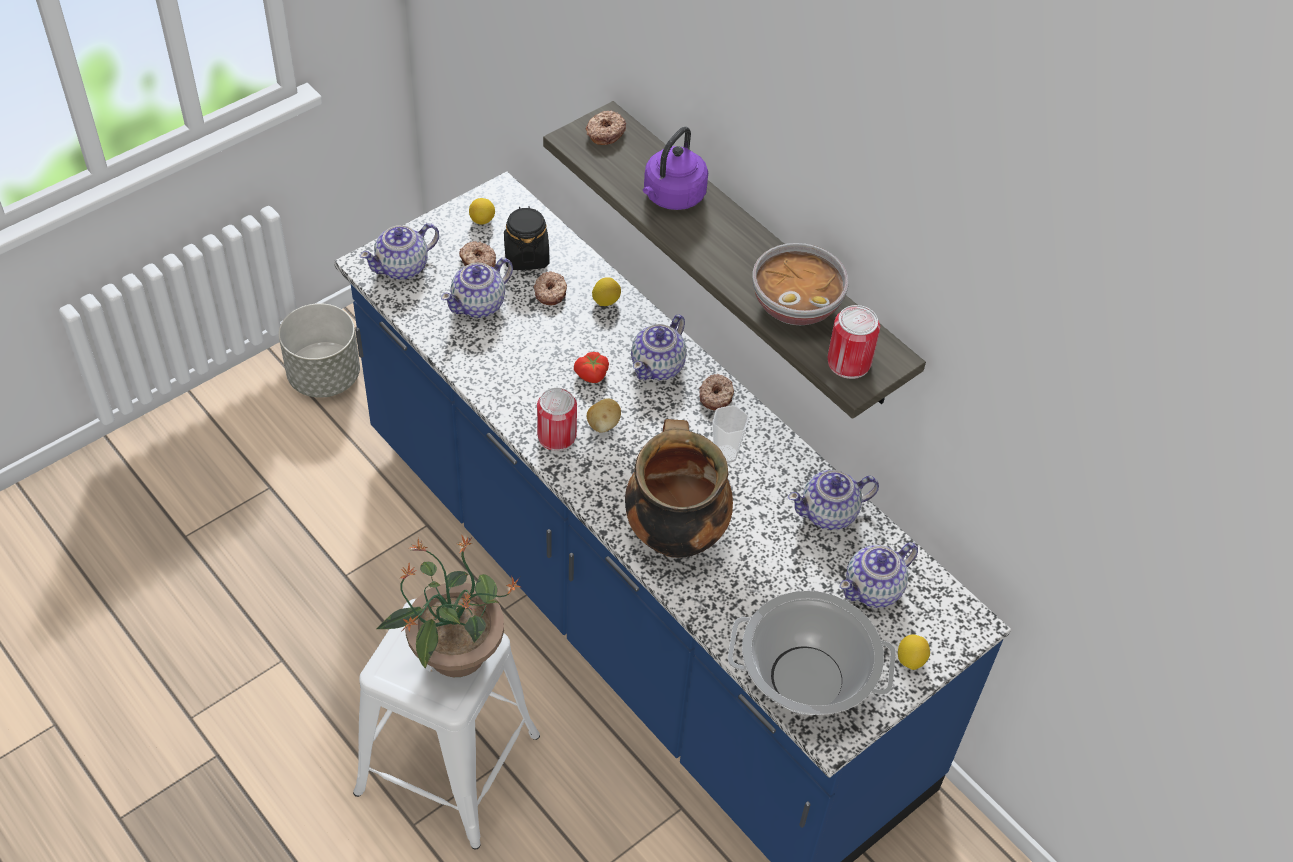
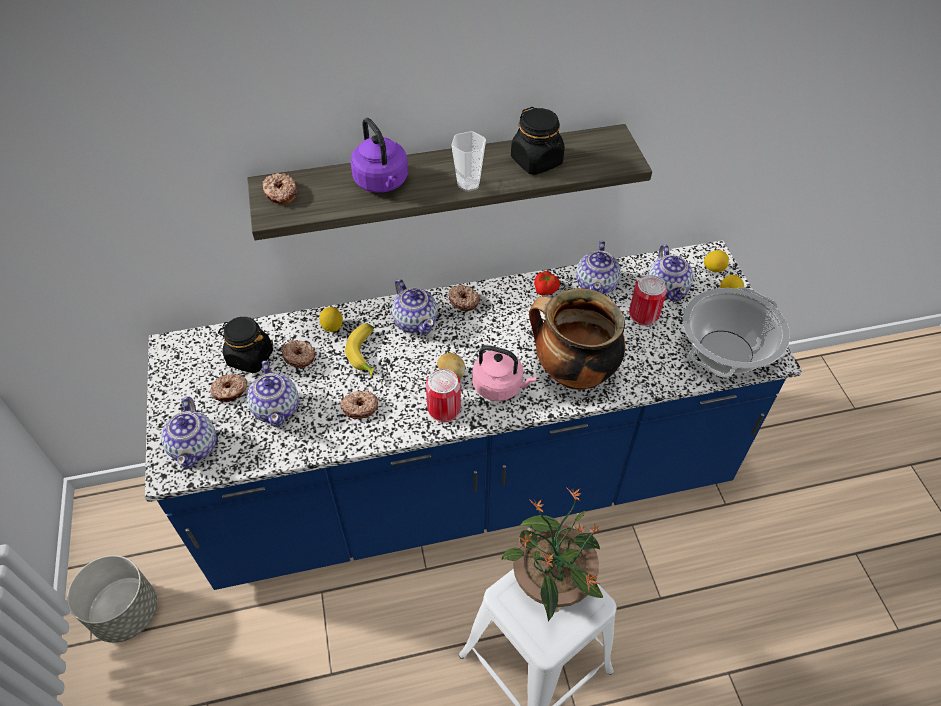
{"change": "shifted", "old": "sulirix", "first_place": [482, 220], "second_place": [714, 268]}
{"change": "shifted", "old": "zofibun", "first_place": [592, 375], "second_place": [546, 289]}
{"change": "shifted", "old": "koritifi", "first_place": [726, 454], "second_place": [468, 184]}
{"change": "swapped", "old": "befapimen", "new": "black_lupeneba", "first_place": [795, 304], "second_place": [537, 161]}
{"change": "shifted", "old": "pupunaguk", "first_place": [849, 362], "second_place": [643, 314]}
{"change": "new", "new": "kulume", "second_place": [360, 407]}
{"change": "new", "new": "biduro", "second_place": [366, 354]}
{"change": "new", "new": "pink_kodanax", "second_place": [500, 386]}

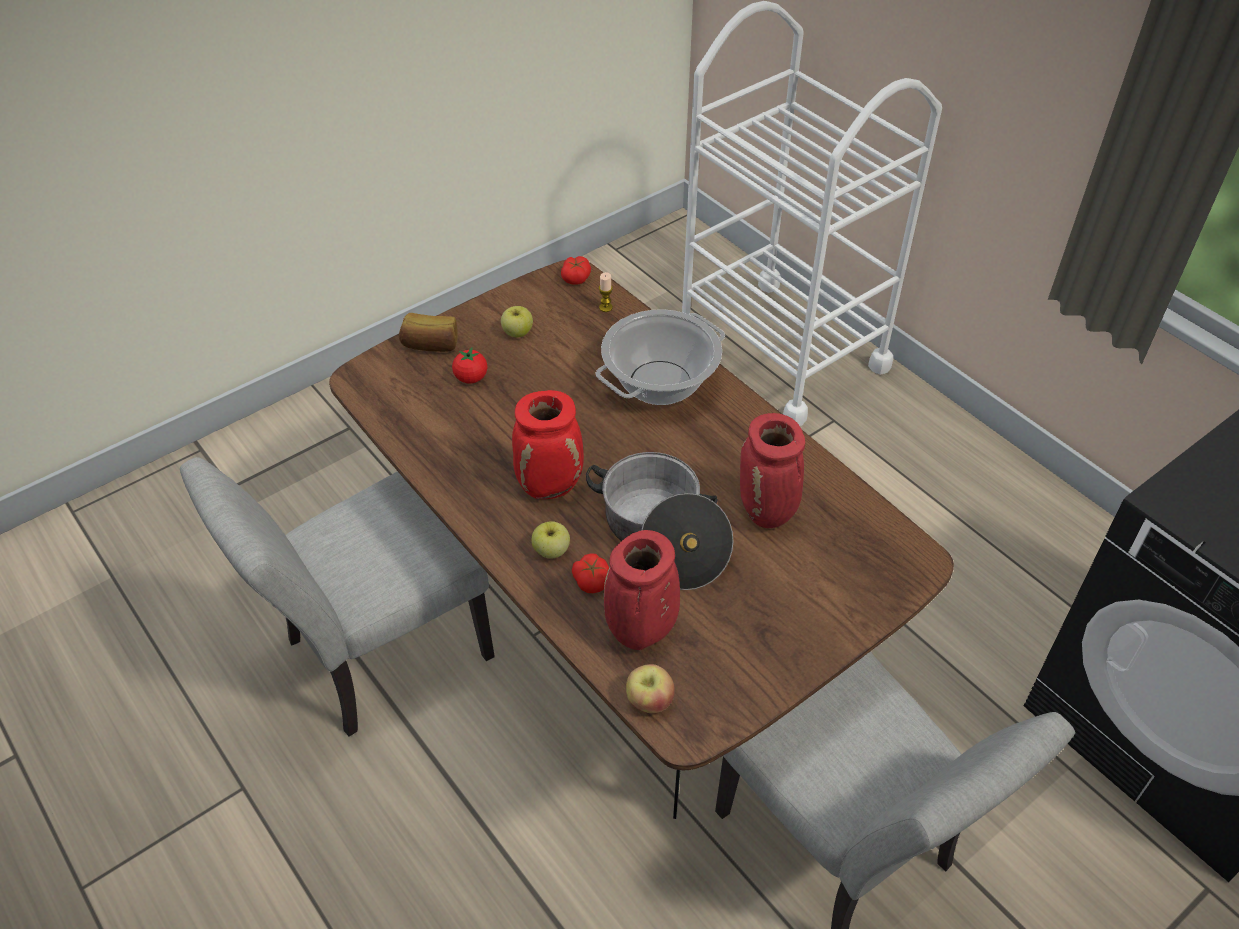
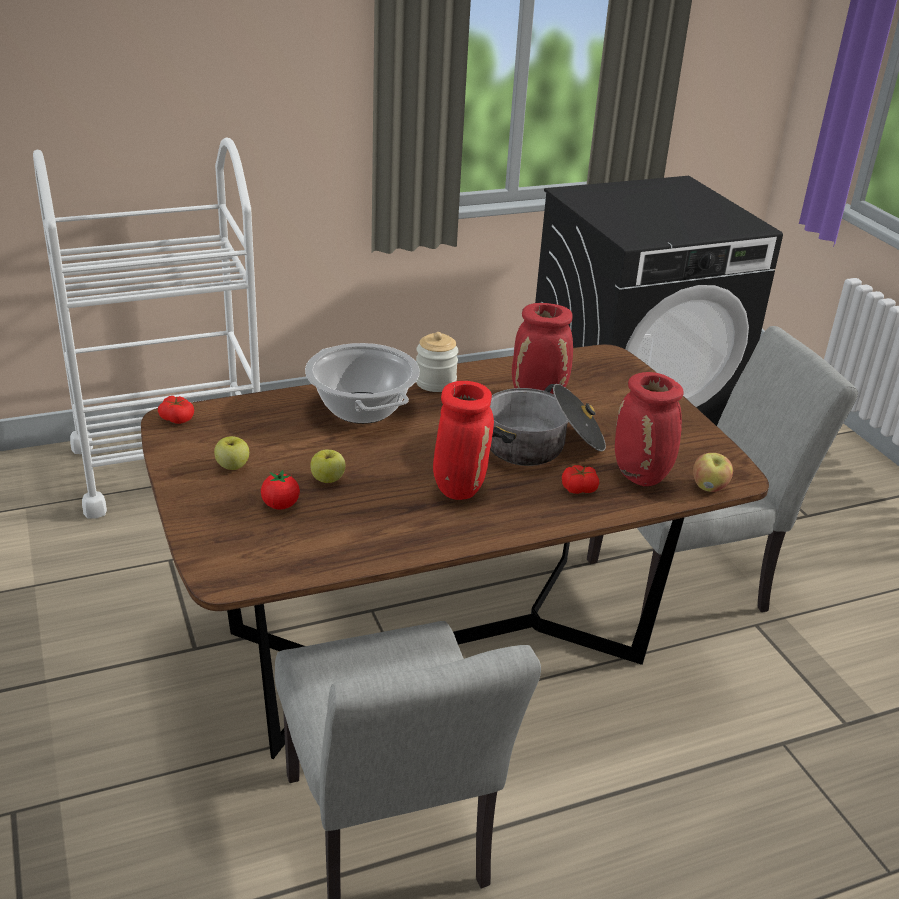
{"change": "gone", "old": "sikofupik", "first_place": [430, 345]}
{"change": "shifted", "old": "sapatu", "first_place": [551, 551], "second_place": [328, 479]}
{"change": "gone", "old": "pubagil", "first_place": [605, 307]}
{"change": "new", "new": "lupeneba", "second_place": [435, 382]}

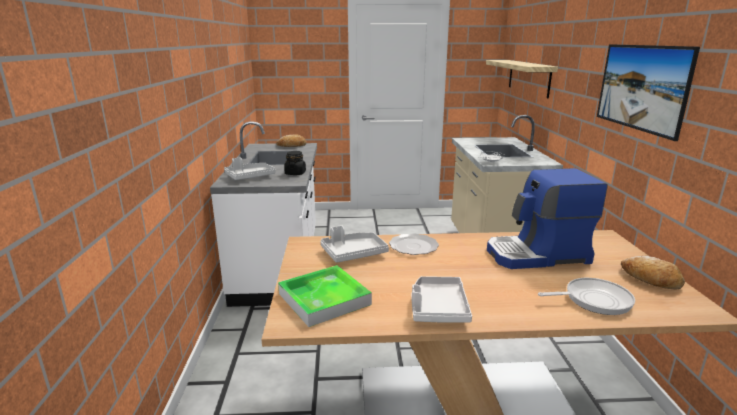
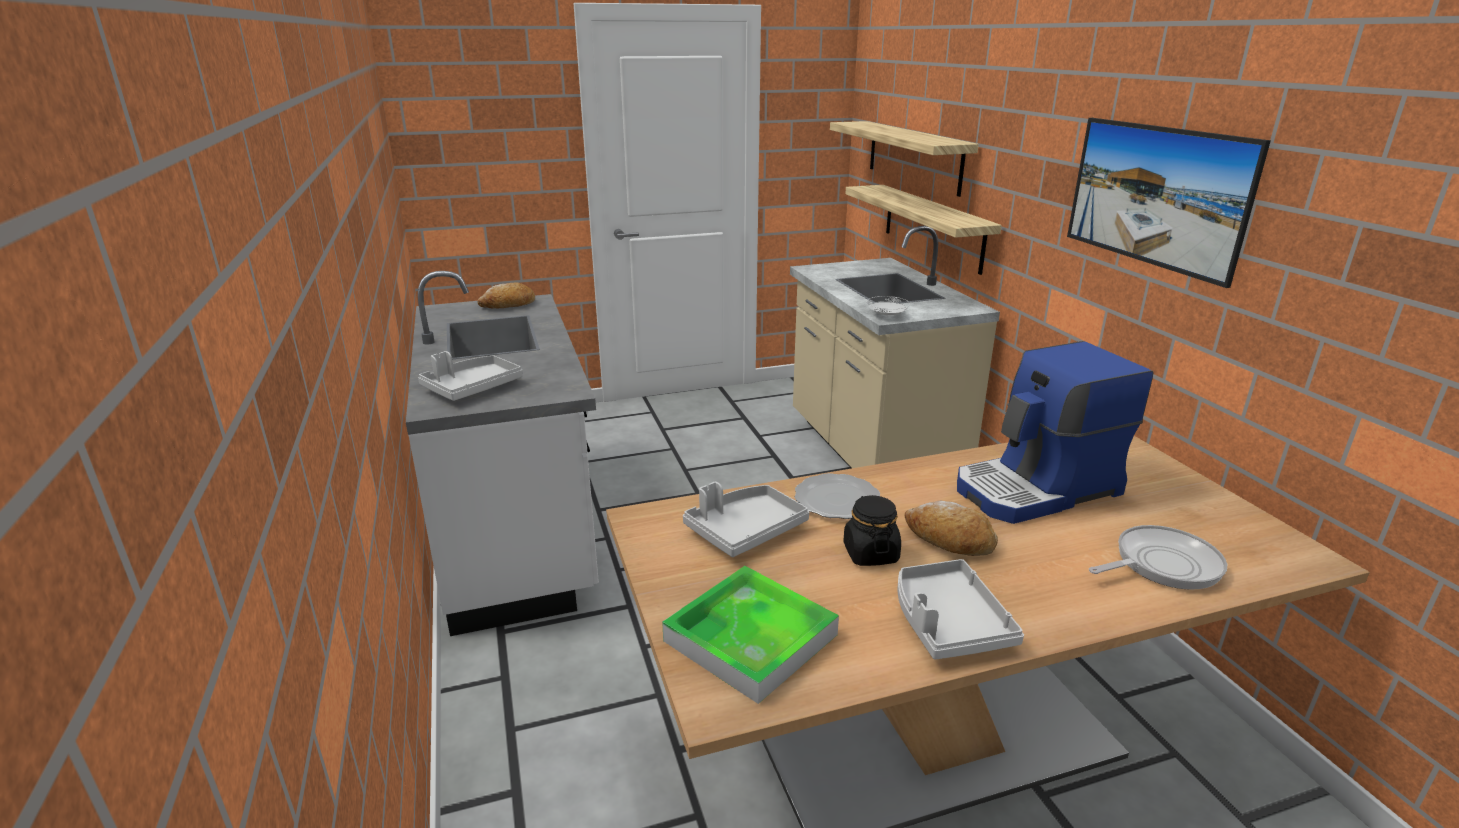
{"change": "shifted", "old": "black_lupeneba", "first_place": [295, 173], "second_place": [870, 553]}
{"change": "shifted", "old": "sikofupik", "first_place": [650, 280], "second_place": [949, 540]}
{"change": "new", "new": "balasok", "second_place": [932, 227]}

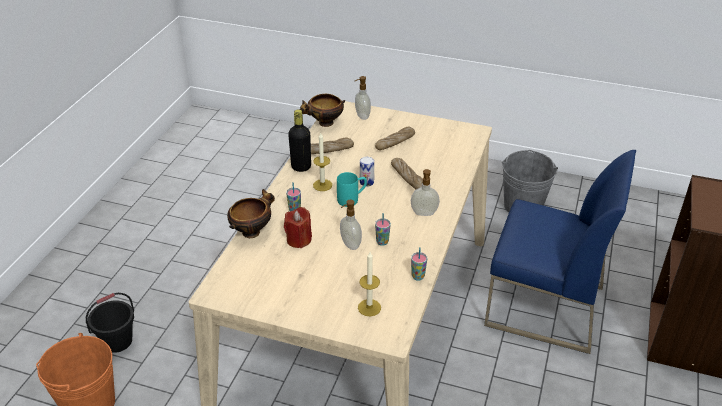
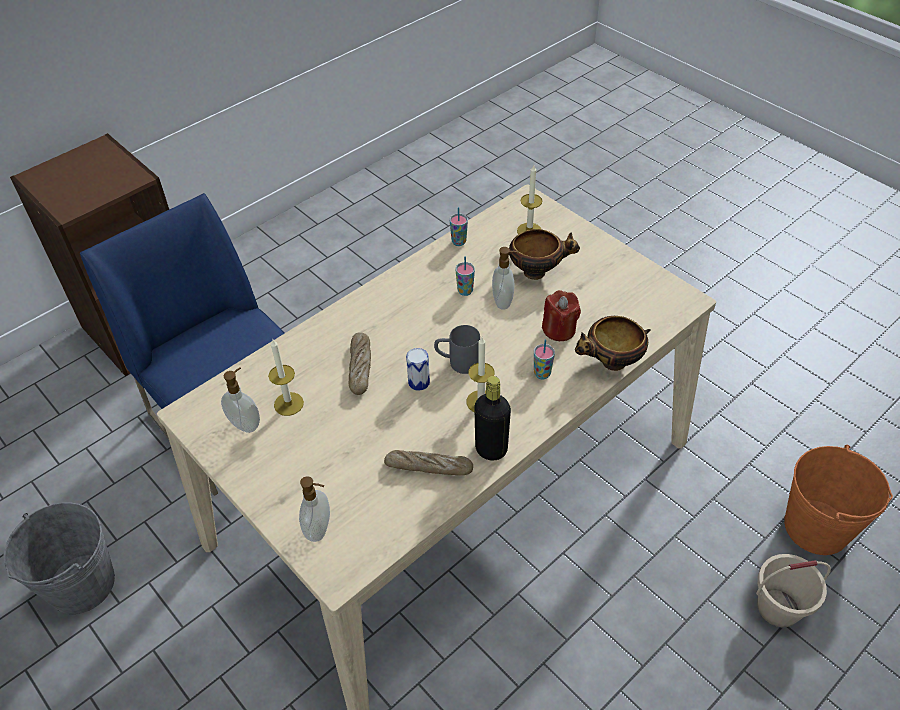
{"change": "repainted", "old": "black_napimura", "new": "beige_napimura", "first_place": [117, 342], "second_place": [778, 607]}
{"change": "shifted", "old": "befapimen", "first_place": [324, 123], "second_place": [537, 272]}
{"change": "repainted", "old": "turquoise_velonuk", "new": "grey_velonuk", "first_place": [352, 199], "second_place": [457, 362]}
{"change": "gone", "old": "sikofupik", "first_place": [395, 142]}
{"change": "shifted", "old": "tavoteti", "first_place": [424, 213], "second_place": [246, 424]}
{"change": "new", "new": "pubagil", "second_place": [288, 404]}

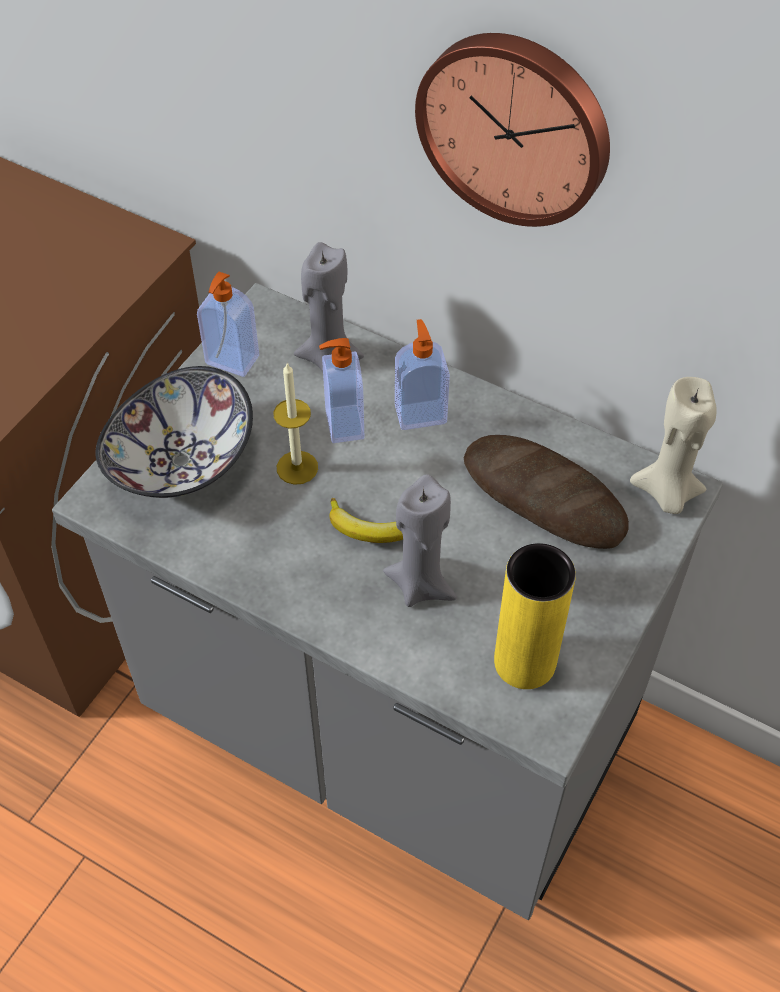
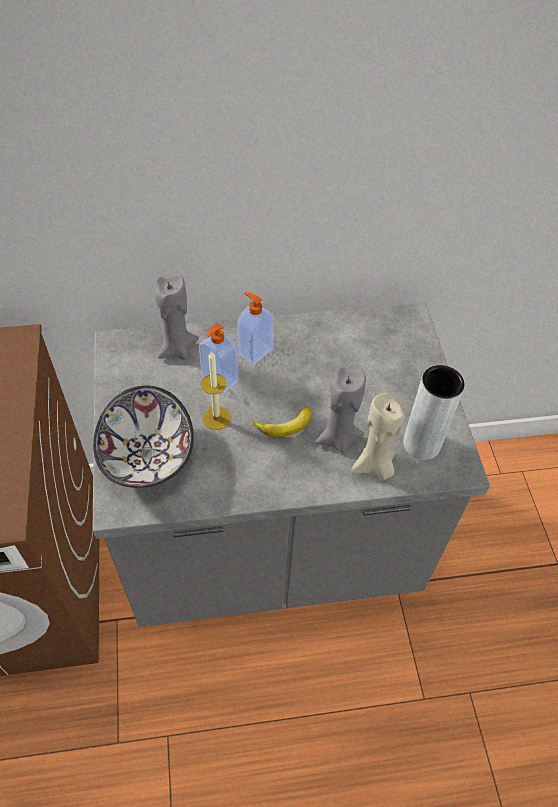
{"change": "gone", "old": "tavoteti", "first_place": [231, 361]}
{"change": "gone", "old": "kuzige", "first_place": [516, 126]}
{"change": "gone", "old": "sikofupik", "first_place": [543, 497]}
{"change": "repainted", "old": "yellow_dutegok", "new": "grey_dutegok", "first_place": [524, 662], "second_place": [421, 444]}
{"change": "shifted", "old": "beige_pubagil", "first_place": [667, 493], "second_place": [374, 466]}

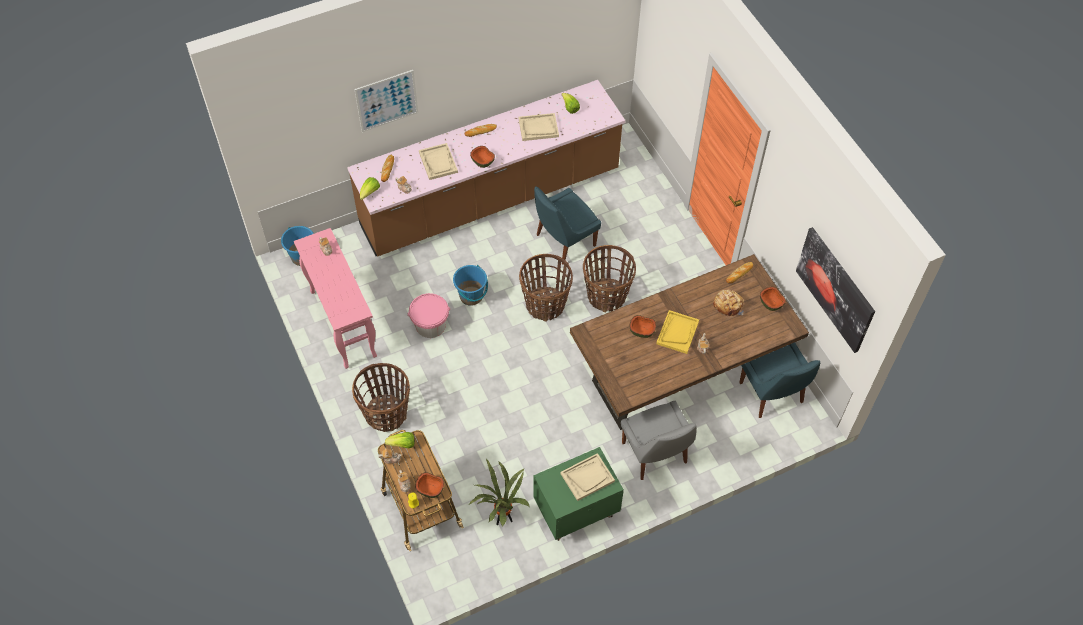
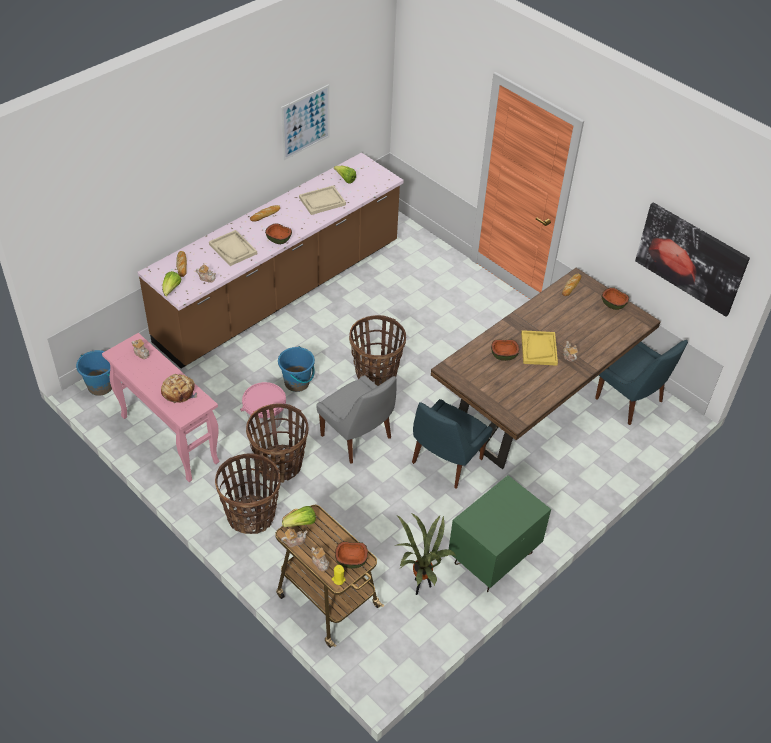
{"change": "shifted", "old": "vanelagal", "first_place": [386, 101], "second_place": [305, 122]}
{"change": "shifted", "old": "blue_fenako", "first_place": [563, 241], "second_place": [445, 462]}
{"change": "gone", "old": "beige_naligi", "first_place": [587, 477]}
{"change": "shifted", "old": "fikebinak", "first_place": [607, 296], "second_place": [279, 464]}
{"change": "shifted", "old": "grey_fenako", "first_place": [655, 455], "second_place": [358, 438]}
{"change": "shifted", "old": "sikofupik", "first_place": [728, 305], "second_place": [179, 392]}

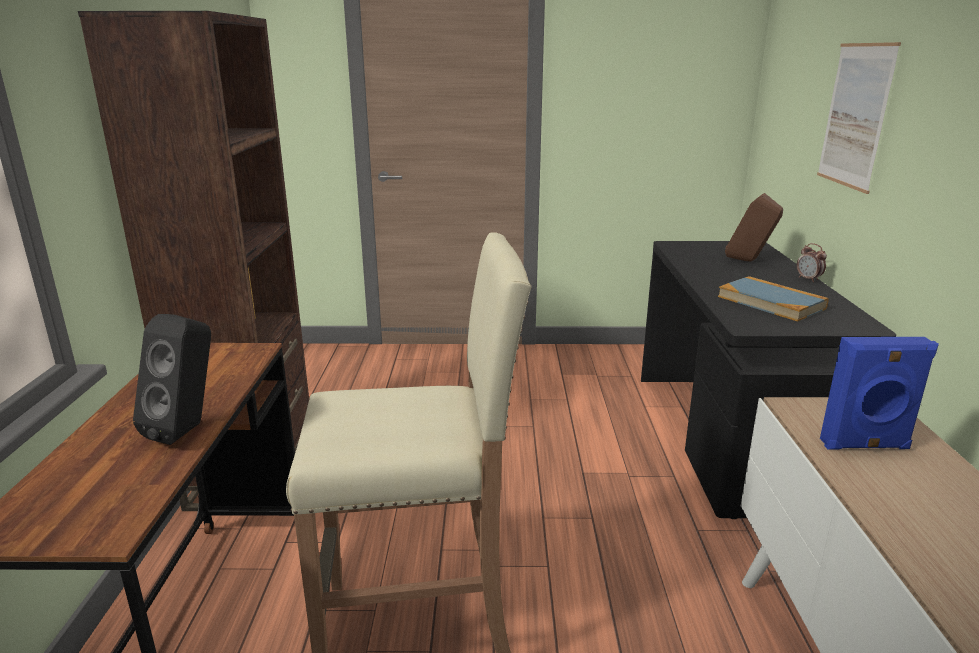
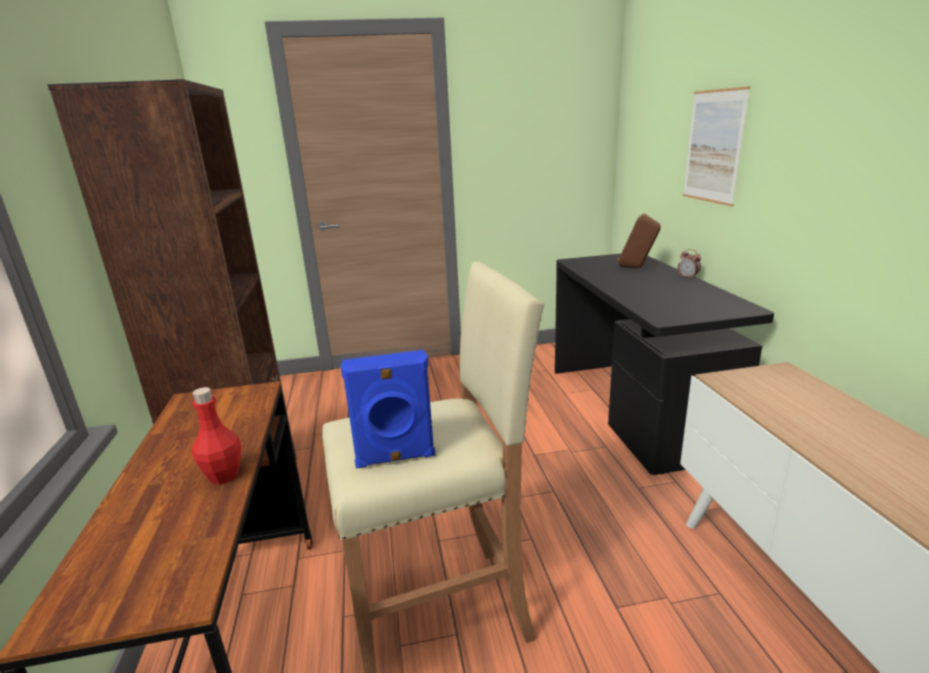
{"change": "swapped", "old": "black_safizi", "new": "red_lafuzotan", "first_place": [188, 429], "second_place": [224, 476]}
{"change": "gone", "old": "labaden", "first_place": [771, 302]}
{"change": "shifted", "old": "blue_safizi", "first_place": [865, 445], "second_place": [395, 458]}

